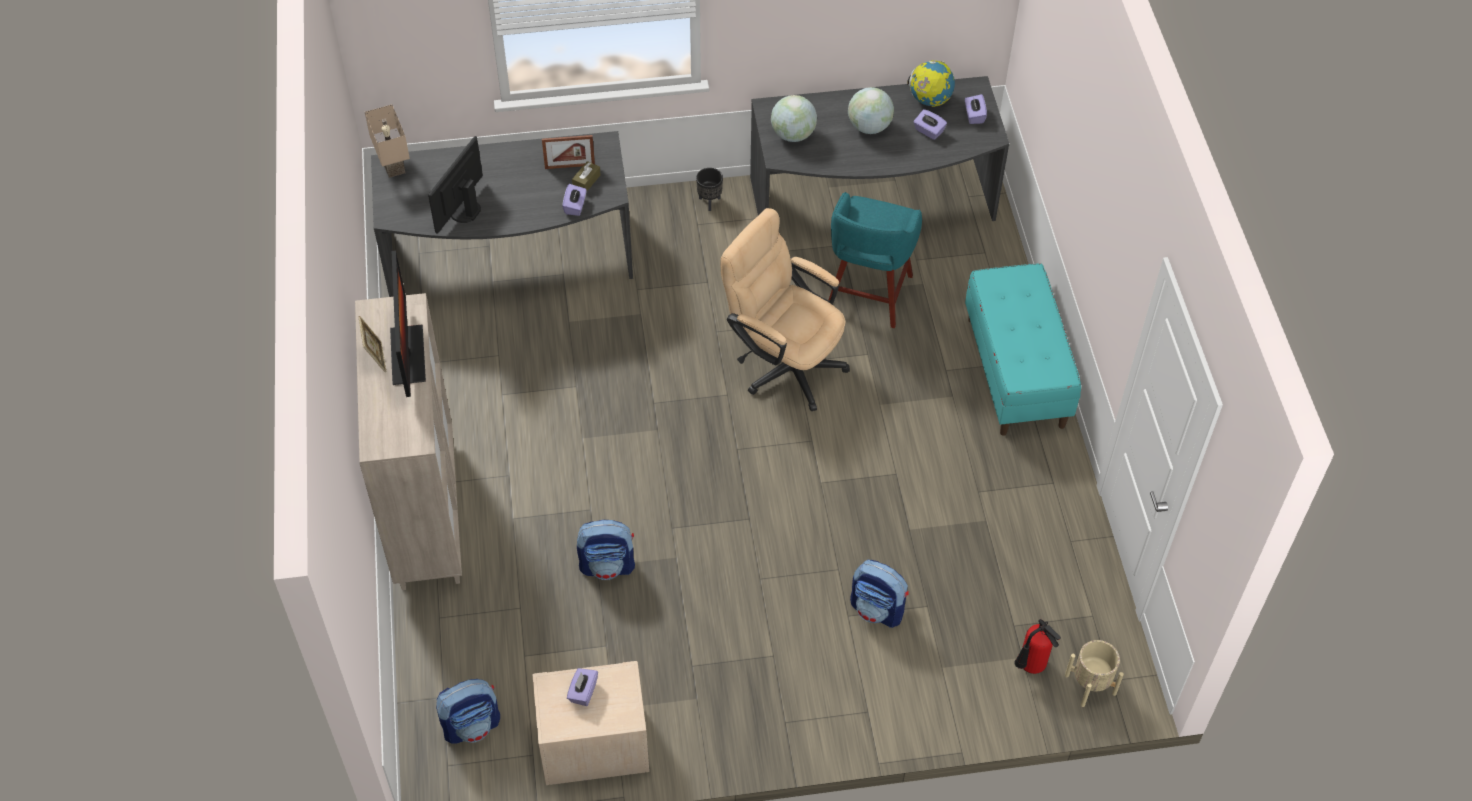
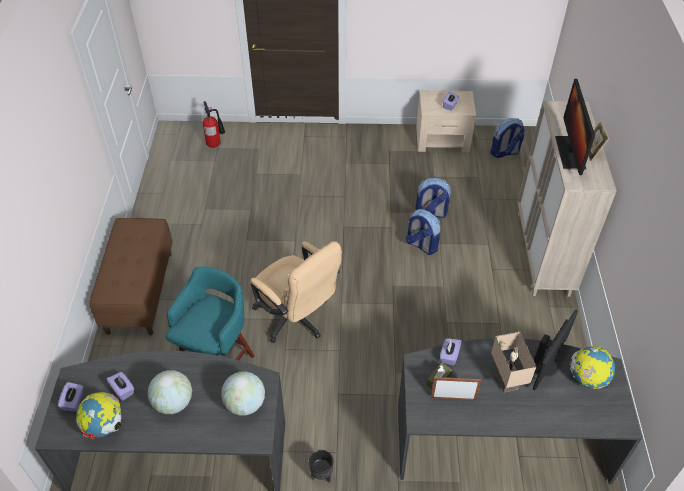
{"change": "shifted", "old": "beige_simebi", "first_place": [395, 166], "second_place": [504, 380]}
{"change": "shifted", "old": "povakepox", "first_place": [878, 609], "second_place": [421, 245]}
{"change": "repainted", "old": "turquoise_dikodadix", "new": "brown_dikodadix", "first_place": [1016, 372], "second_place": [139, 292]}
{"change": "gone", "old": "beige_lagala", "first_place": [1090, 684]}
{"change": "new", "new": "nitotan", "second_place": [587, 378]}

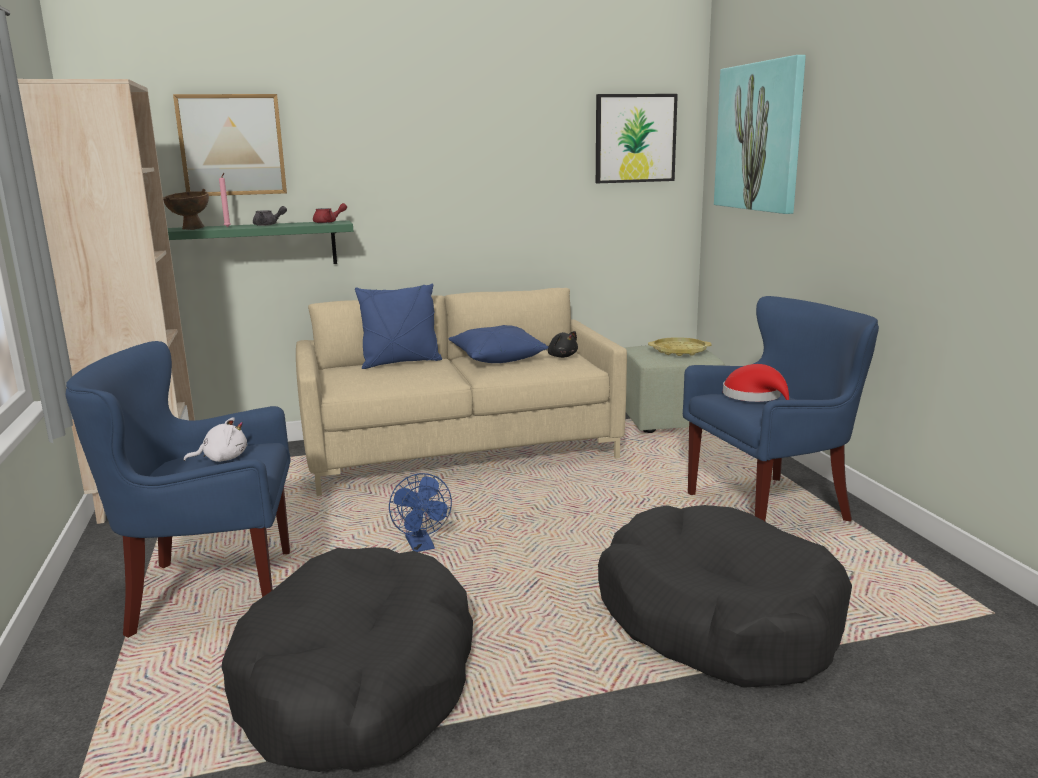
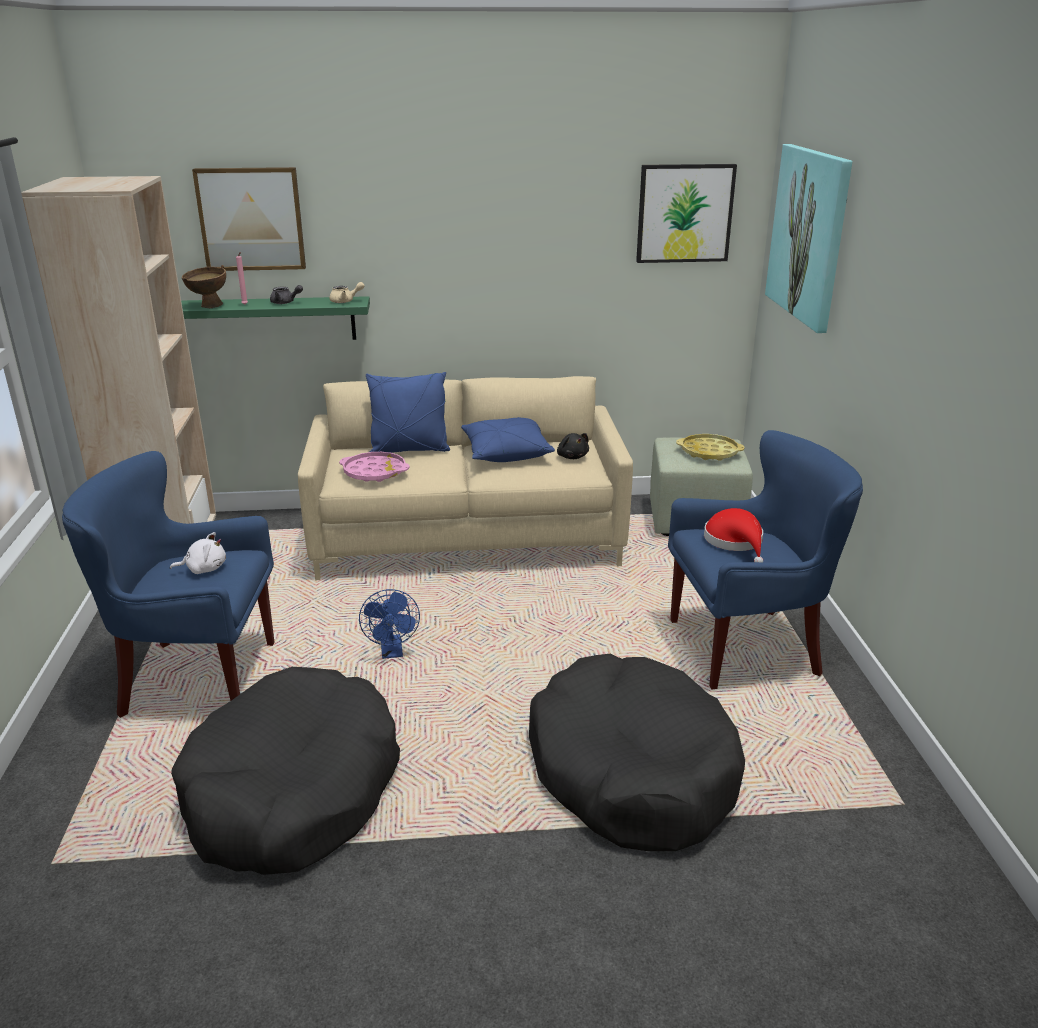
{"change": "repainted", "old": "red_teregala", "new": "beige_teregala", "first_place": [328, 222], "second_place": [345, 301]}
{"change": "new", "new": "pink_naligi", "second_place": [374, 472]}

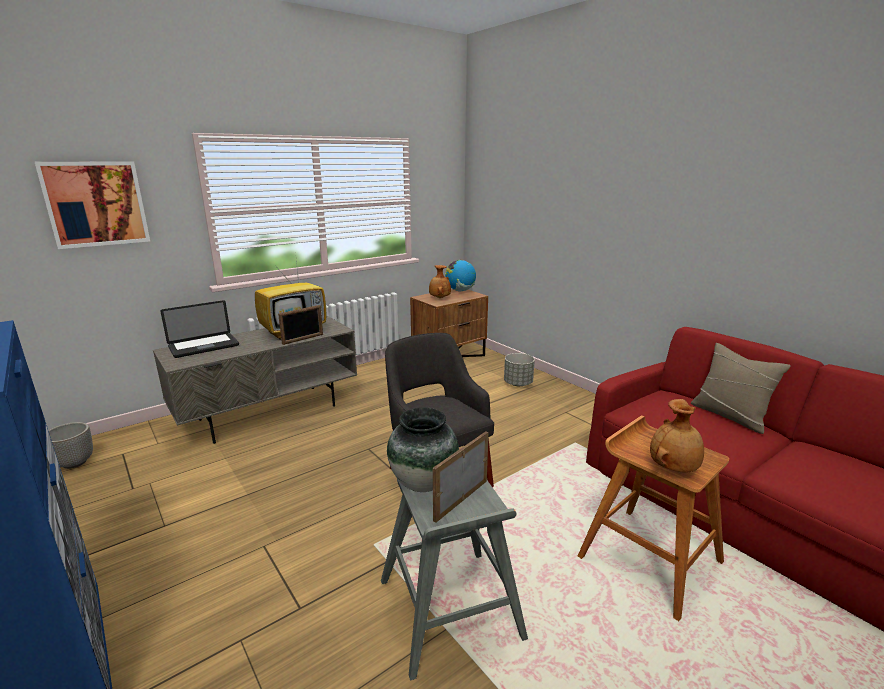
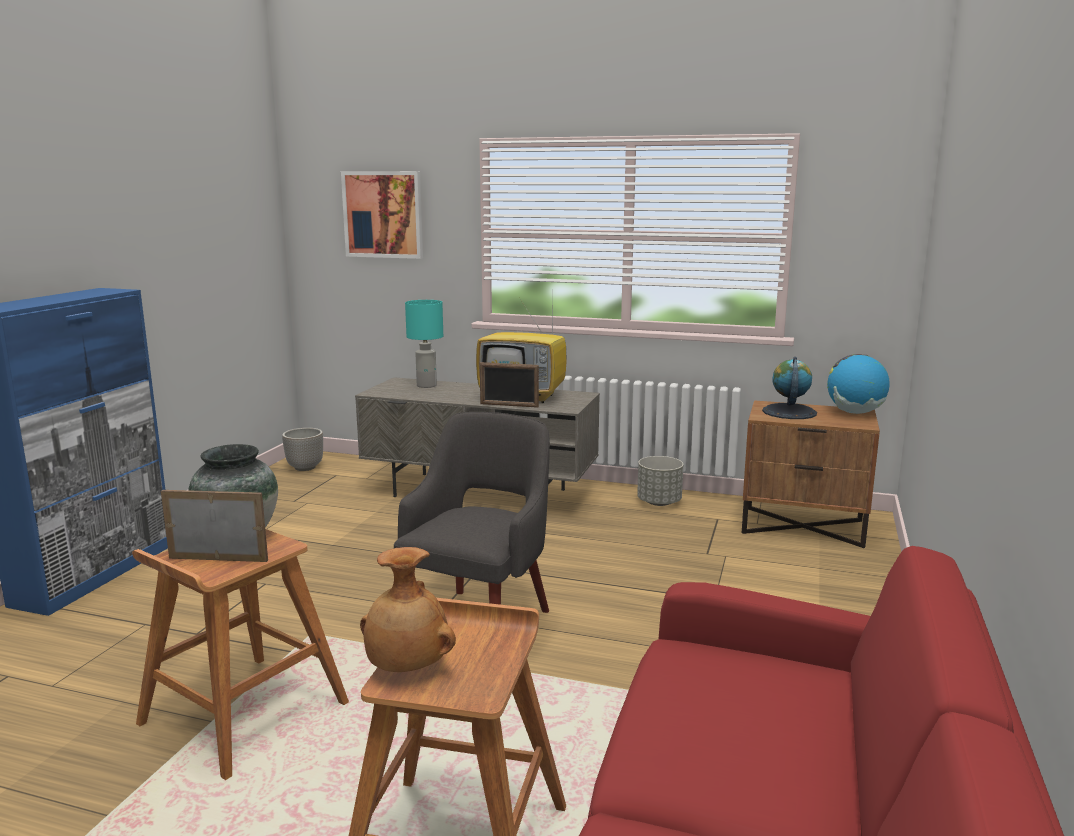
{"change": "swapped", "old": "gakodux", "new": "turquoise_simebi", "first_place": [204, 346], "second_place": [427, 385]}
{"change": "repainted", "old": "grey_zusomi", "new": "brown_zusomi", "first_place": [450, 610], "second_place": [242, 714]}
{"change": "swapped", "old": "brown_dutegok", "new": "nitotan", "first_place": [439, 298], "second_place": [789, 412]}
{"change": "shifted", "old": "grey_lagala", "first_place": [518, 383], "second_place": [659, 502]}
{"change": "gone", "old": "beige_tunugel", "first_place": [730, 416]}

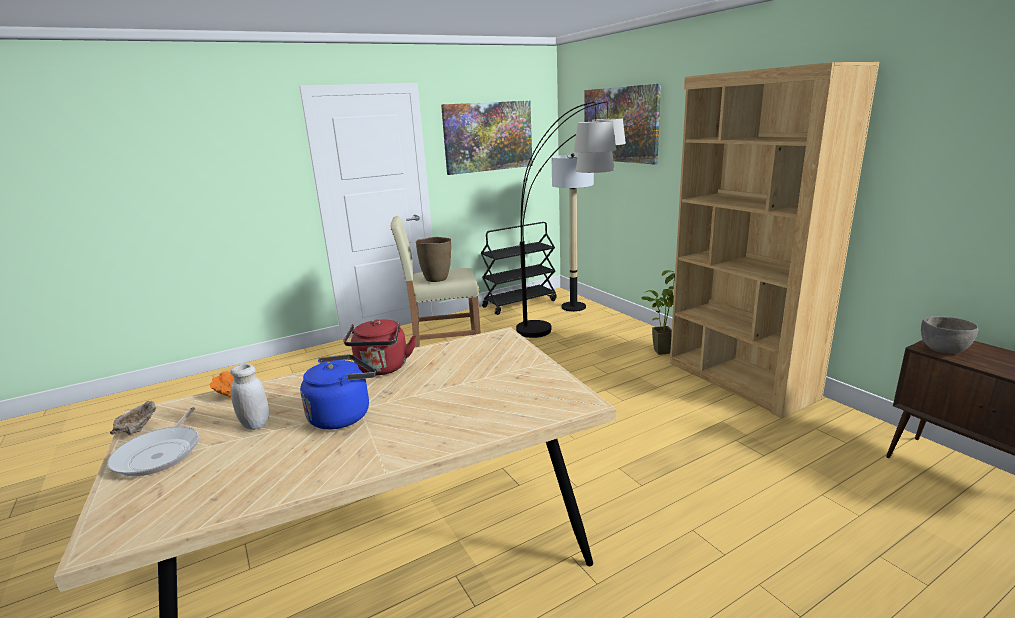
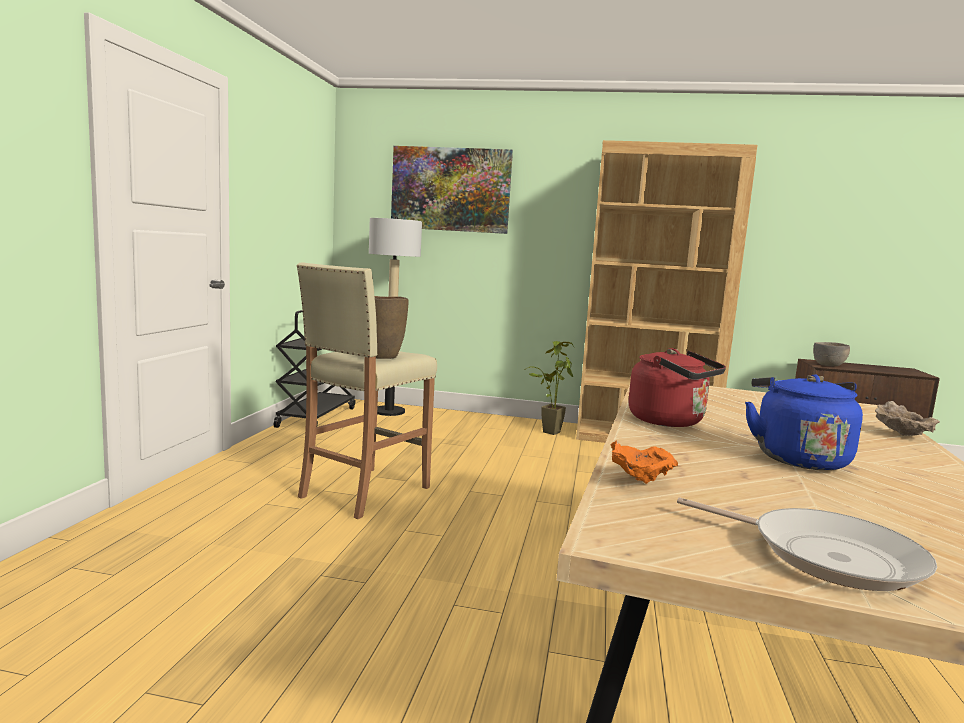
{"change": "shifted", "old": "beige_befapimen", "first_place": [138, 430], "second_place": [902, 435]}
{"change": "gone", "old": "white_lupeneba", "first_place": [255, 424]}
{"change": "gone", "old": "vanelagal", "first_place": [488, 136]}
{"change": "gone", "old": "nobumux", "first_place": [577, 334]}

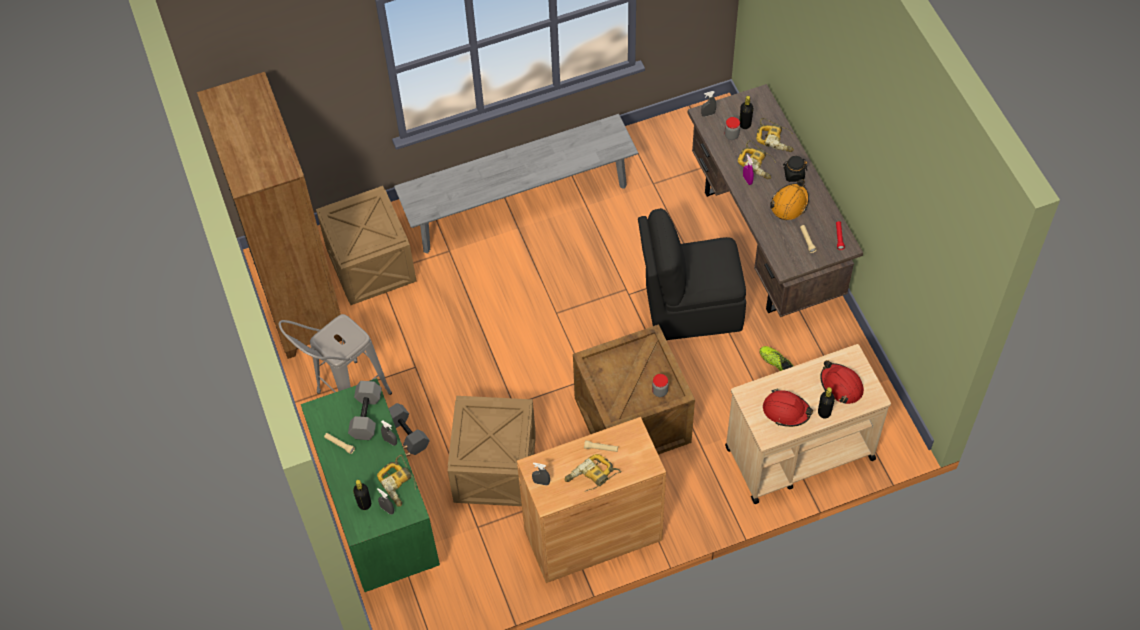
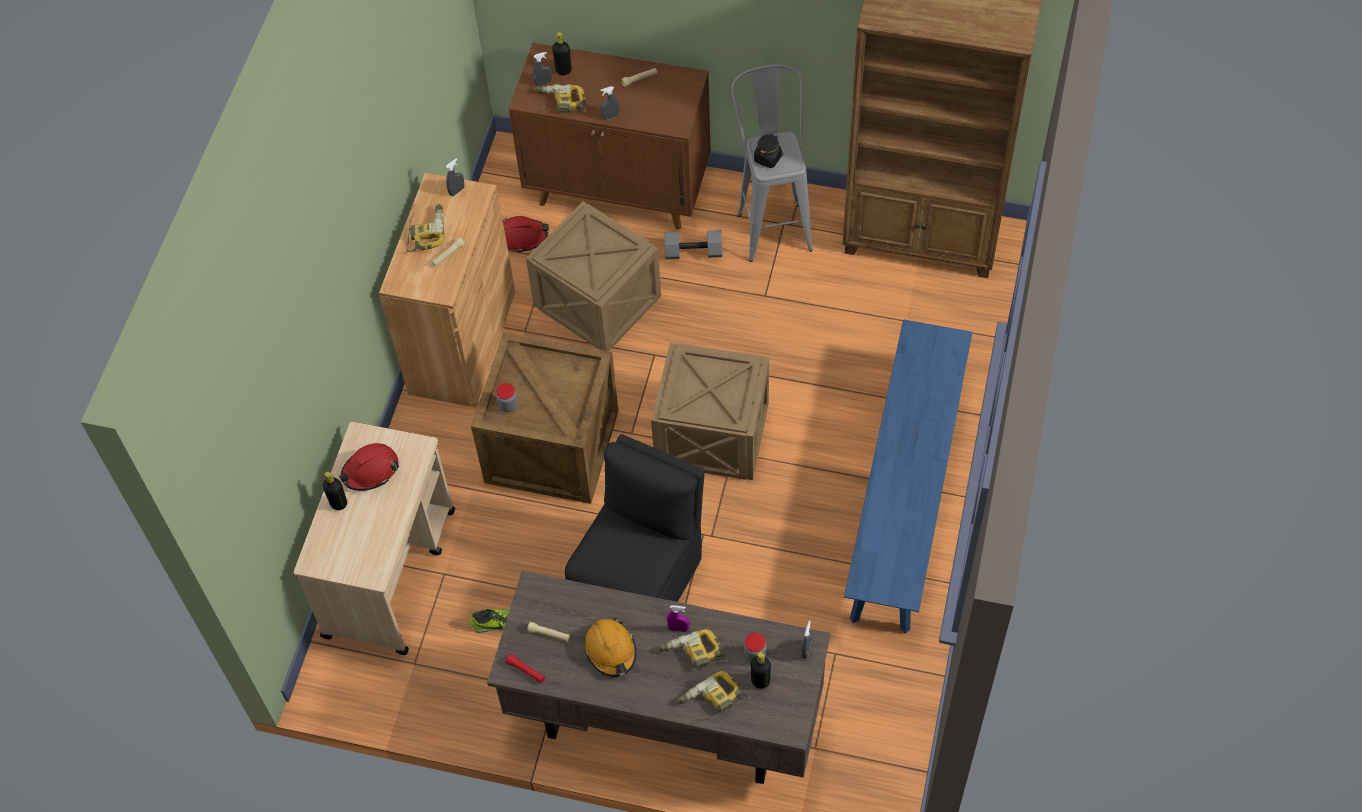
{"change": "repainted", "old": "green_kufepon", "new": "brown_kufepon", "first_place": [380, 520], "second_place": [619, 189]}
{"change": "shifted", "old": "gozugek", "first_place": [371, 266], "second_place": [710, 435]}
{"change": "gone", "old": "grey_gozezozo", "first_place": [367, 416]}
{"change": "repainted", "old": "grey_dikodadix", "new": "blue_dikodadix", "first_place": [519, 204], "second_place": [905, 498]}
{"change": "shifted", "old": "black_lupeneba", "first_place": [793, 175], "second_place": [768, 158]}
{"change": "shifted", "old": "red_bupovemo", "first_place": [841, 385], "second_place": [523, 237]}

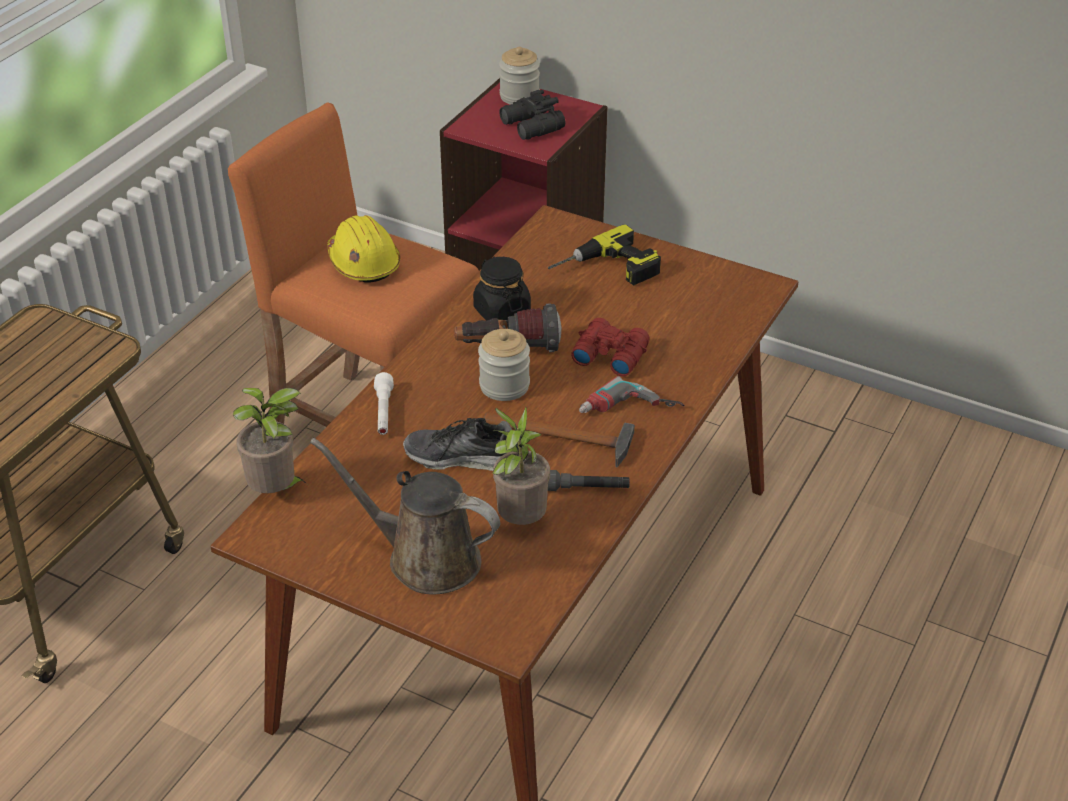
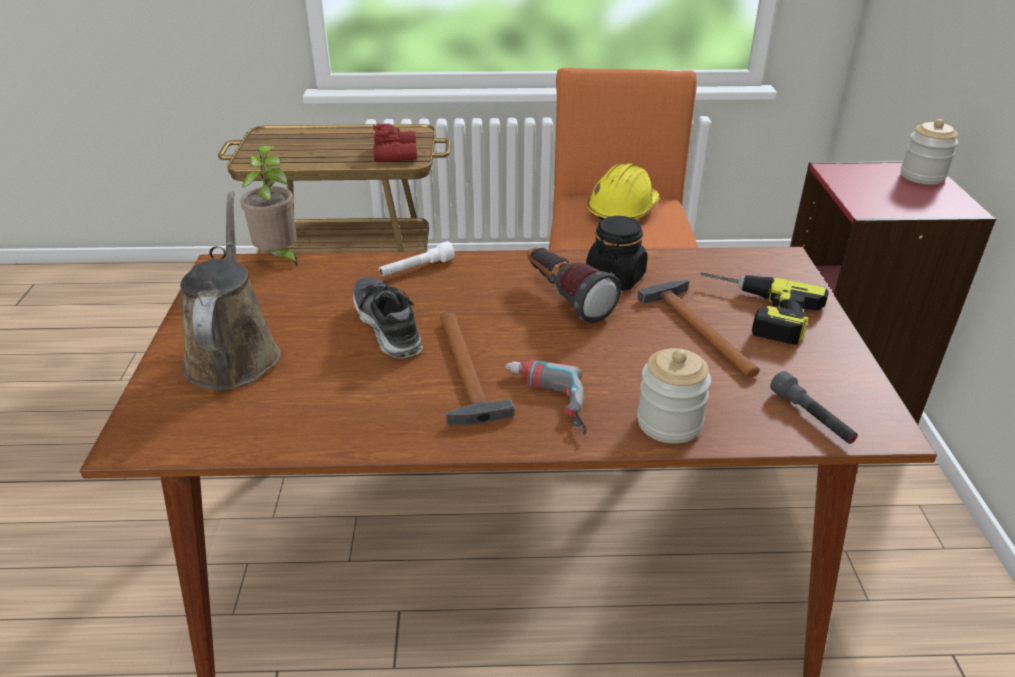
{"change": "shifted", "old": "lupeneba", "first_place": [504, 386], "second_place": [669, 423]}
{"change": "gone", "old": "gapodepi", "first_place": [519, 520]}
{"change": "gone", "old": "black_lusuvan", "first_place": [531, 127]}
{"change": "shifted", "old": "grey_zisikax", "first_place": [586, 489], "second_place": [811, 418]}
{"change": "shifted", "old": "red_lusuvan", "first_place": [609, 354], "second_place": [397, 154]}
{"change": "new", "new": "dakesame", "second_place": [697, 327]}

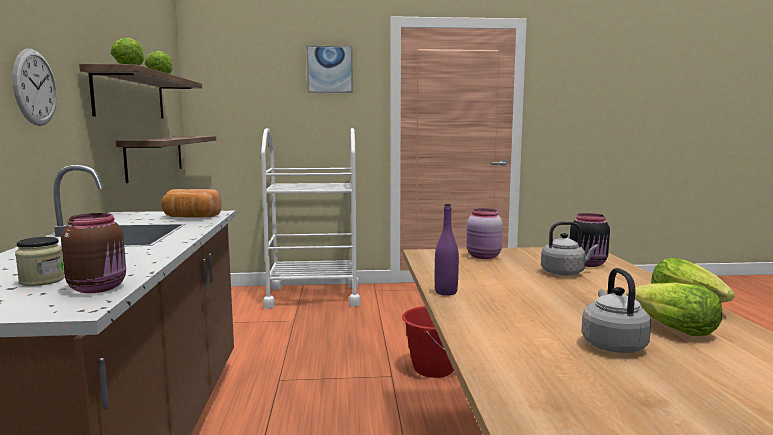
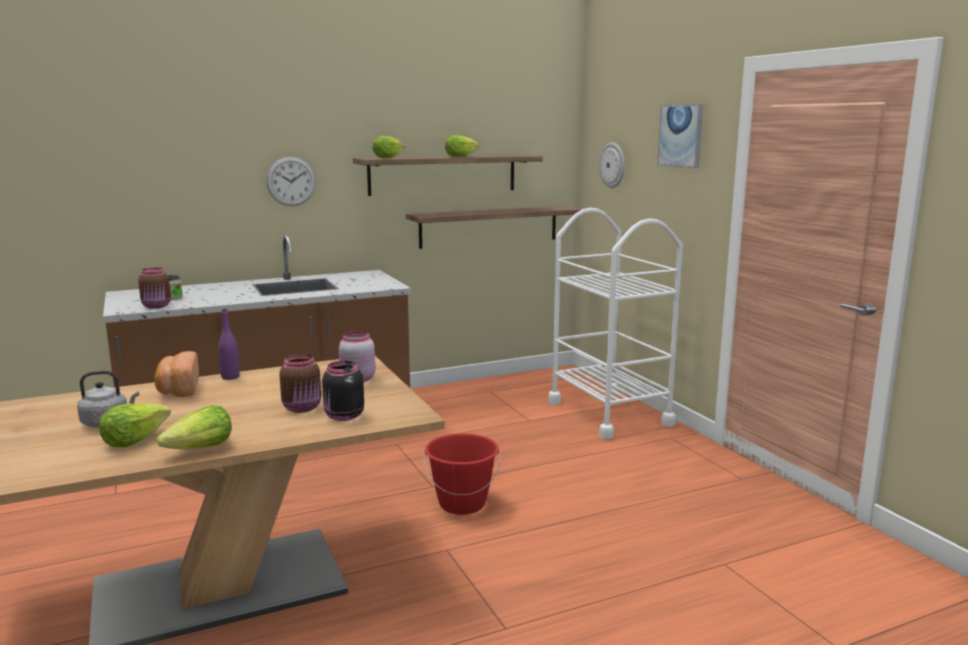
{"change": "shifted", "old": "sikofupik", "first_place": [190, 217], "second_place": [178, 389]}
{"change": "swapped", "old": "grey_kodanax", "new": "brown_lupeneba", "first_place": [565, 272], "second_place": [303, 408]}
{"change": "new", "new": "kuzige", "second_place": [613, 165]}

